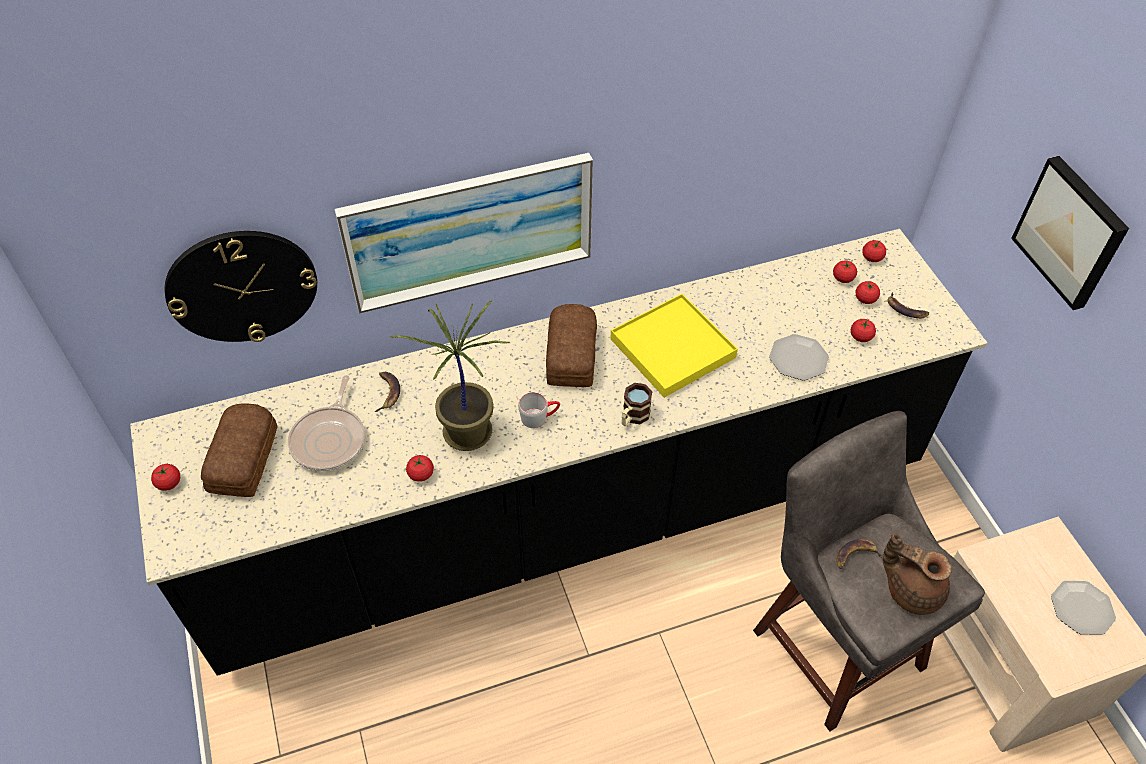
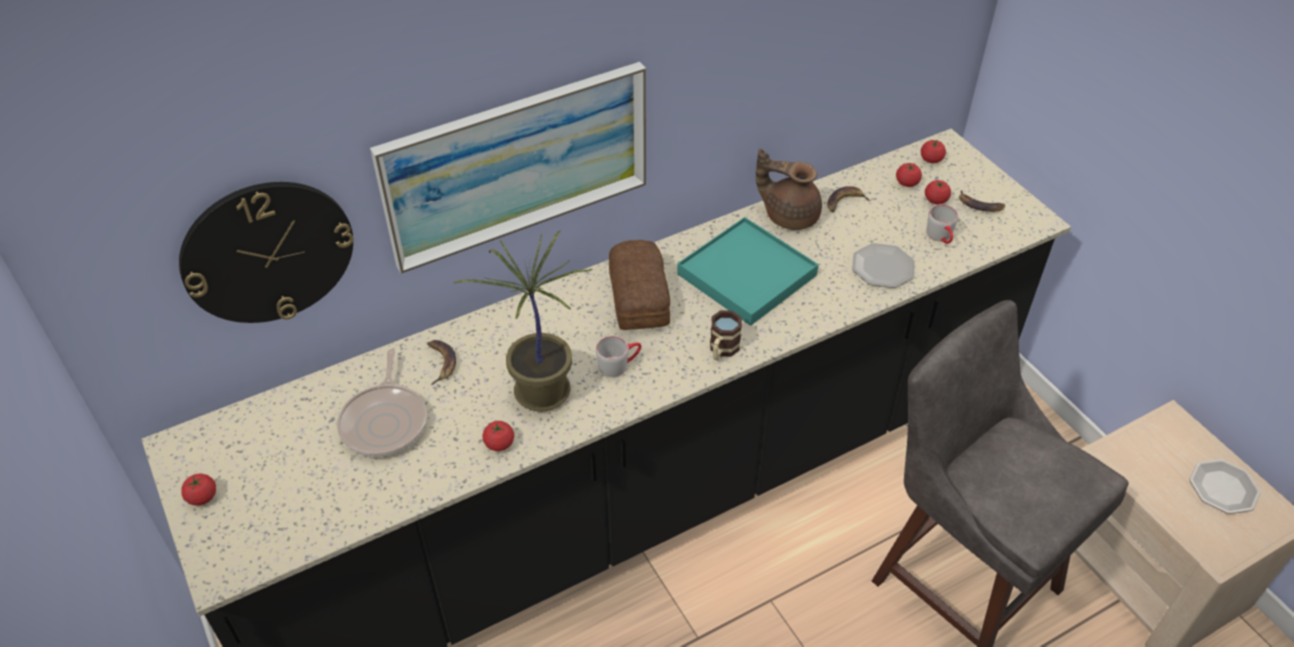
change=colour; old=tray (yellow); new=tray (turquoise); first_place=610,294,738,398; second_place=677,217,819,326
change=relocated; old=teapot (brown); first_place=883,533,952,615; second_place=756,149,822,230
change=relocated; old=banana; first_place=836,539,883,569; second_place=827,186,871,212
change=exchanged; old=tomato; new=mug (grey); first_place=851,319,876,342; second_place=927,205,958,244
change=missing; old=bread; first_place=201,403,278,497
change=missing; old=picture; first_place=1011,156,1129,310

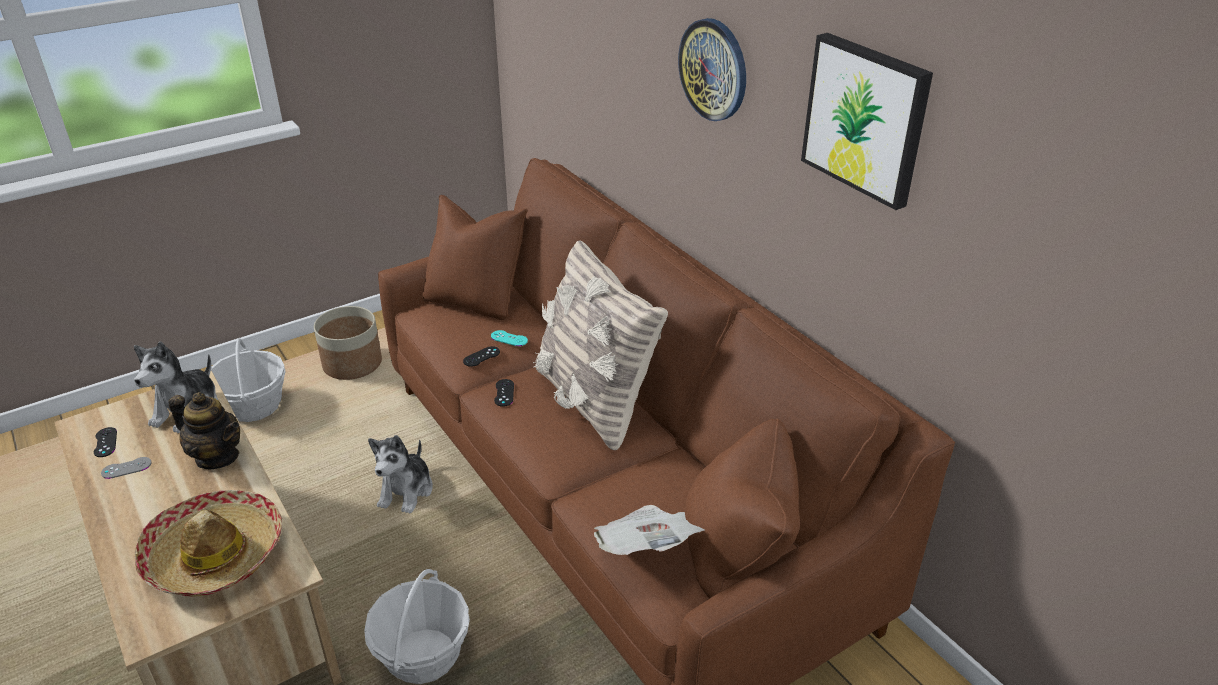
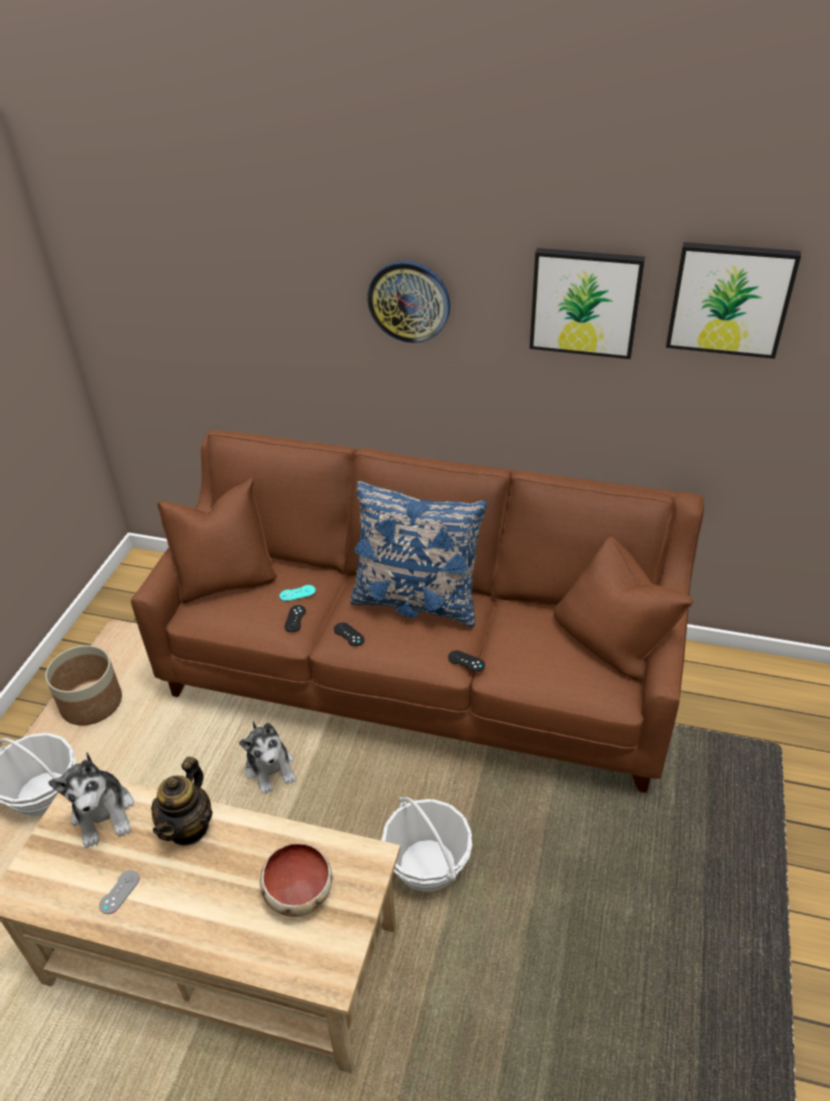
change=spun; old=teapot; first_place=168,392,240,469; second_place=151,757,213,846; degrees=120
change=exchanged; old=hat; new=bowl; first_place=135,490,282,597; second_place=260,843,333,917
change=colour; old=pillow (beige); new=pillow (blue); first_place=533,240,668,450; second_place=350,481,487,627
change=relocated; old=game controller (black); first_place=94,427,117,457; second_place=448,651,485,672
change=appeared; new=picture; second_place=666,242,801,359
change=missing; old=newspaper; first_place=594,505,705,555

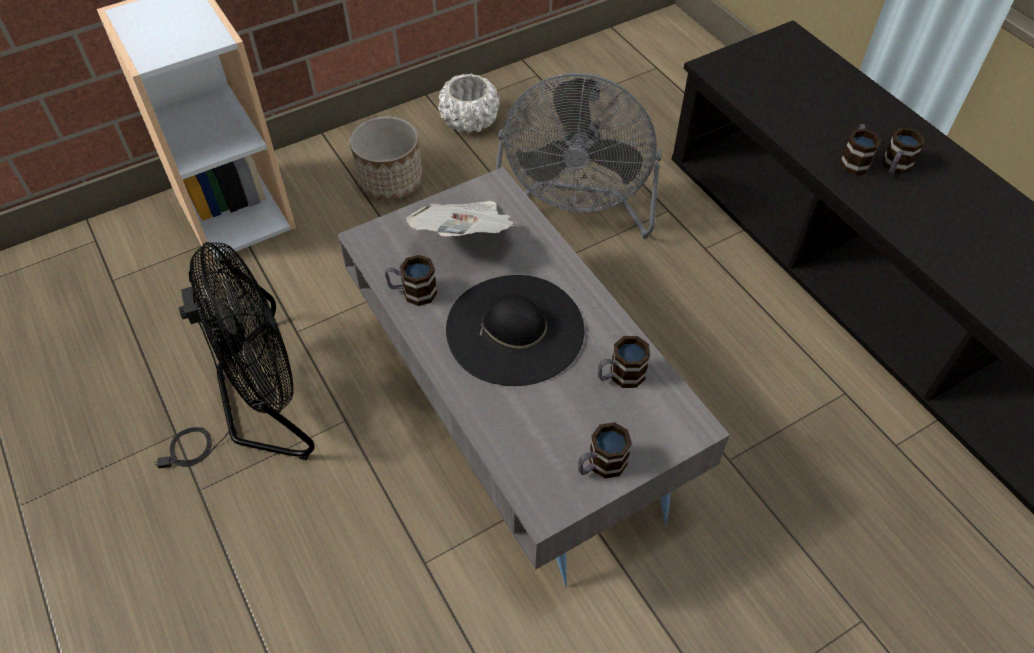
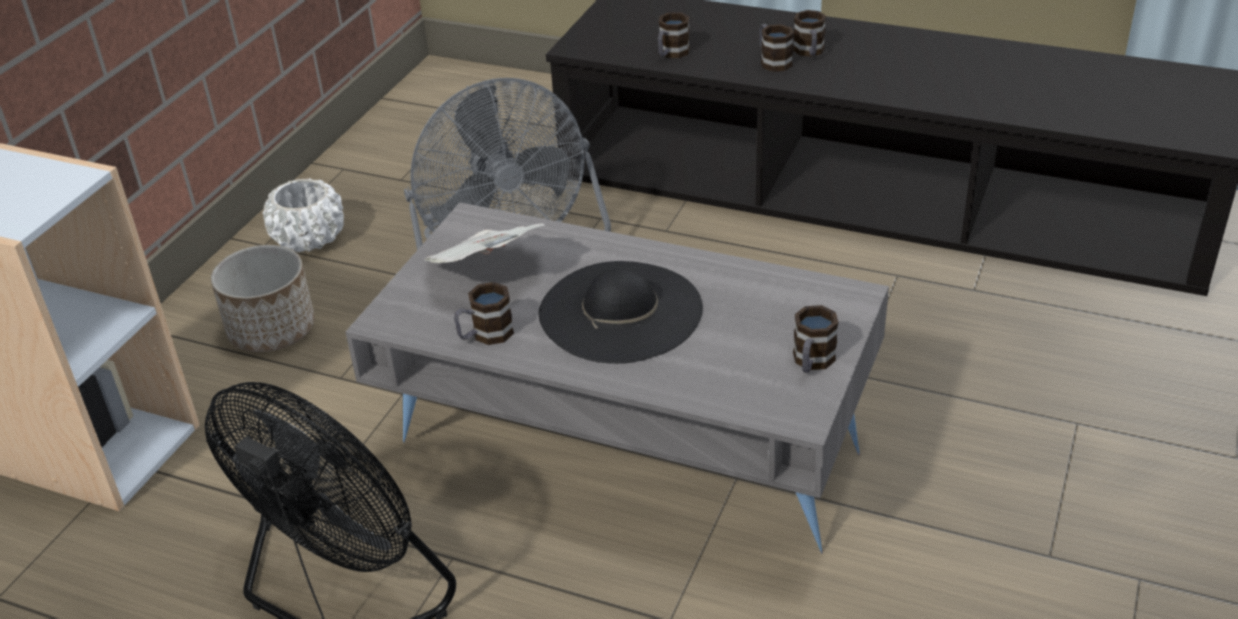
change=relocated; old=mug; first_place=598,336,650,388; second_place=658,12,690,58

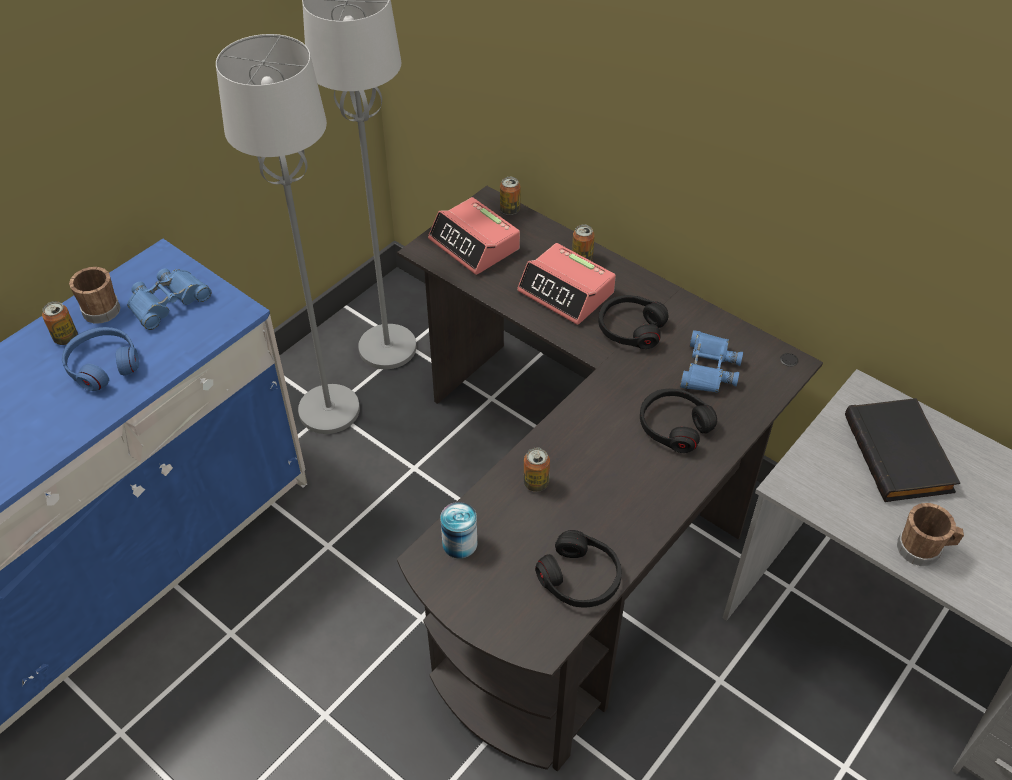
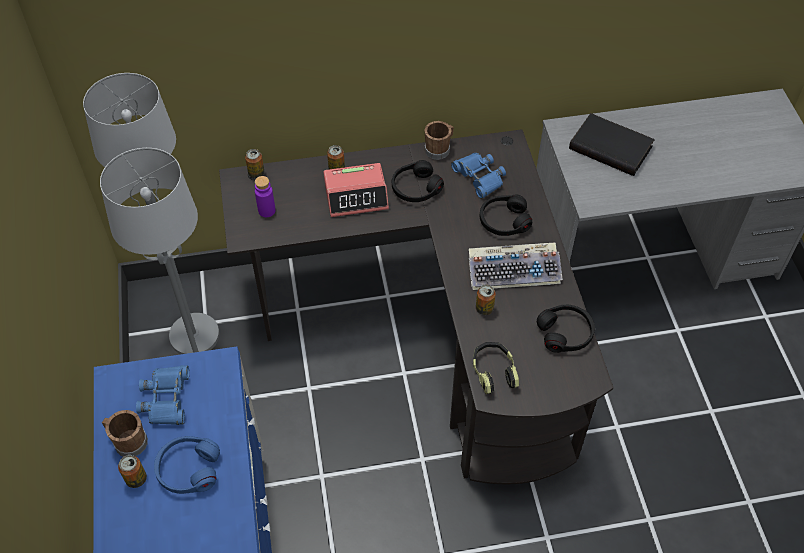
change=exchanged; old=alarm clock; new=bottle (purple); first_place=428,197,520,275; second_place=255,176,275,217
change=relocated; old=mug (brown); first_place=897,503,964,566; second_place=424,121,454,160
change=appeared; new=keyboard; second_place=469,243,563,290
change=exchanged; old=can; new=headphones; first_place=440,502,477,559; second_place=473,342,519,394

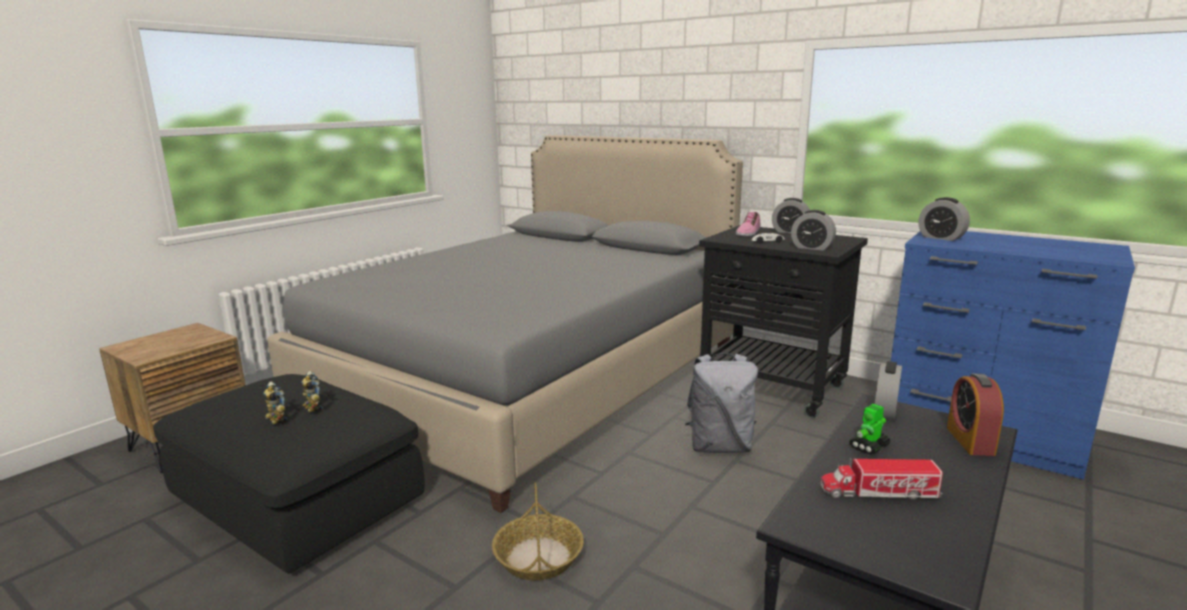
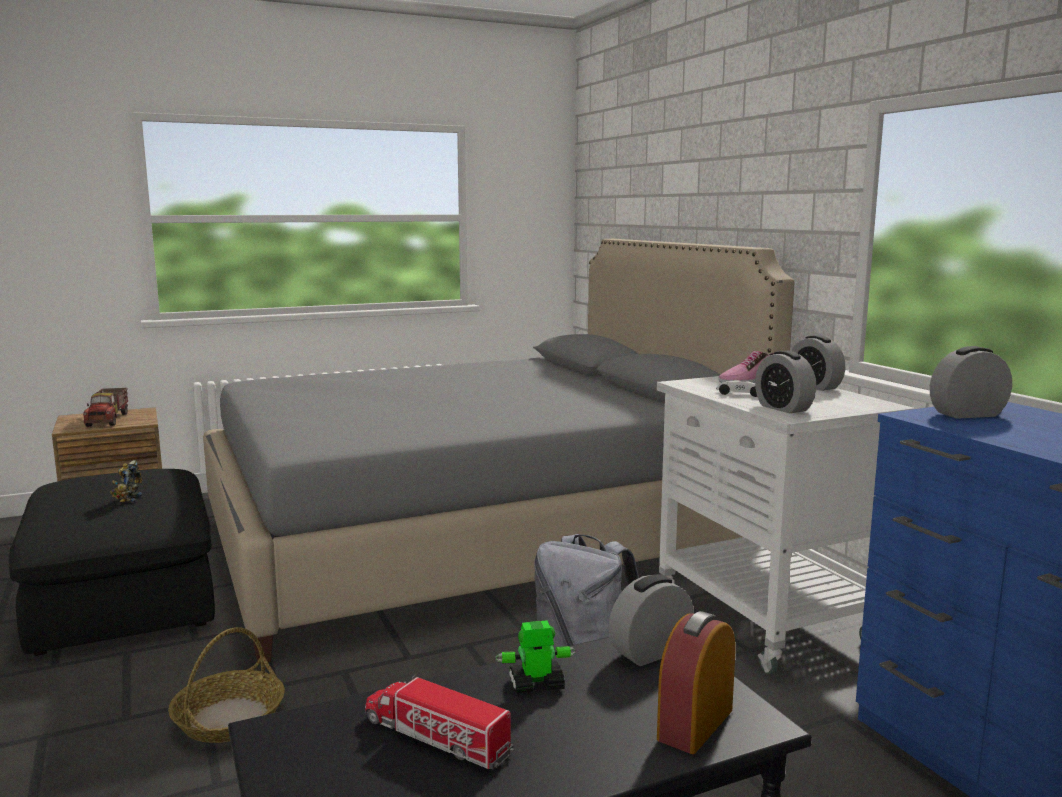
change=appeared; new=toy truck; second_place=83,388,128,427
change=colour; old=cart (black); new=cart (white); first_place=699,225,868,418; second_place=657,376,916,674
change=spun; old=alarm clock; first_place=918,197,970,241; second_place=930,346,1012,419; degrees=90
change=missing; old=toy robot; first_place=263,381,288,424

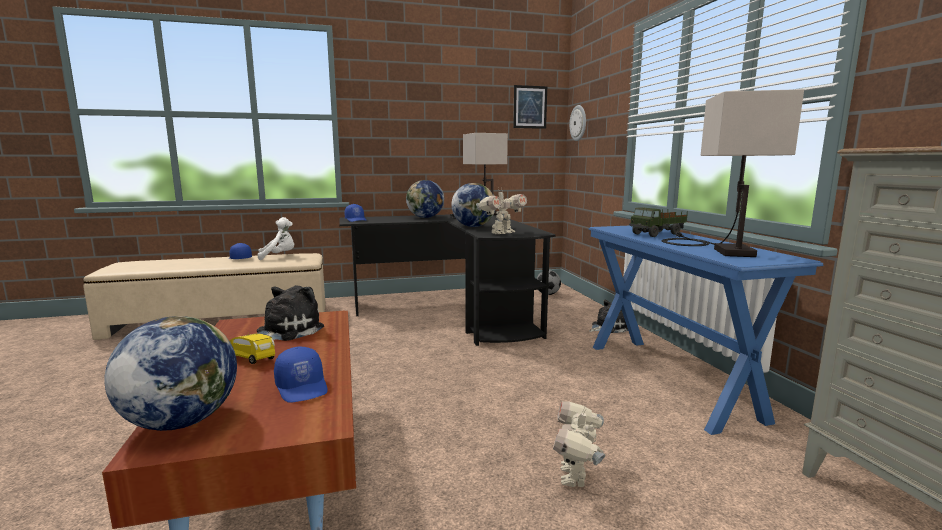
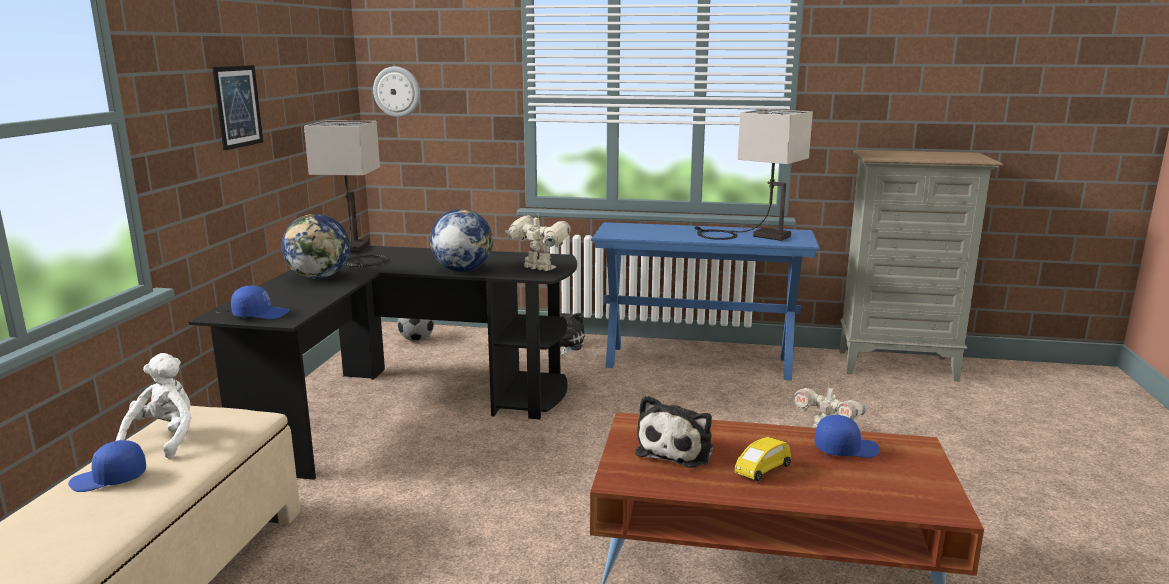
change=relocated; old=picture; first_place=513,85,547,129; second_place=212,65,263,150
change=spun; old=toy robot; first_place=476,187,527,234; second_place=505,214,571,271; degrees=-45
change=spun; old=plush toy; first_place=257,285,324,341; second_place=635,395,713,468; degrees=-120
change=missing; old=globe; first_place=104,316,237,431
change=missing; old=toy truck; first_place=629,207,688,237

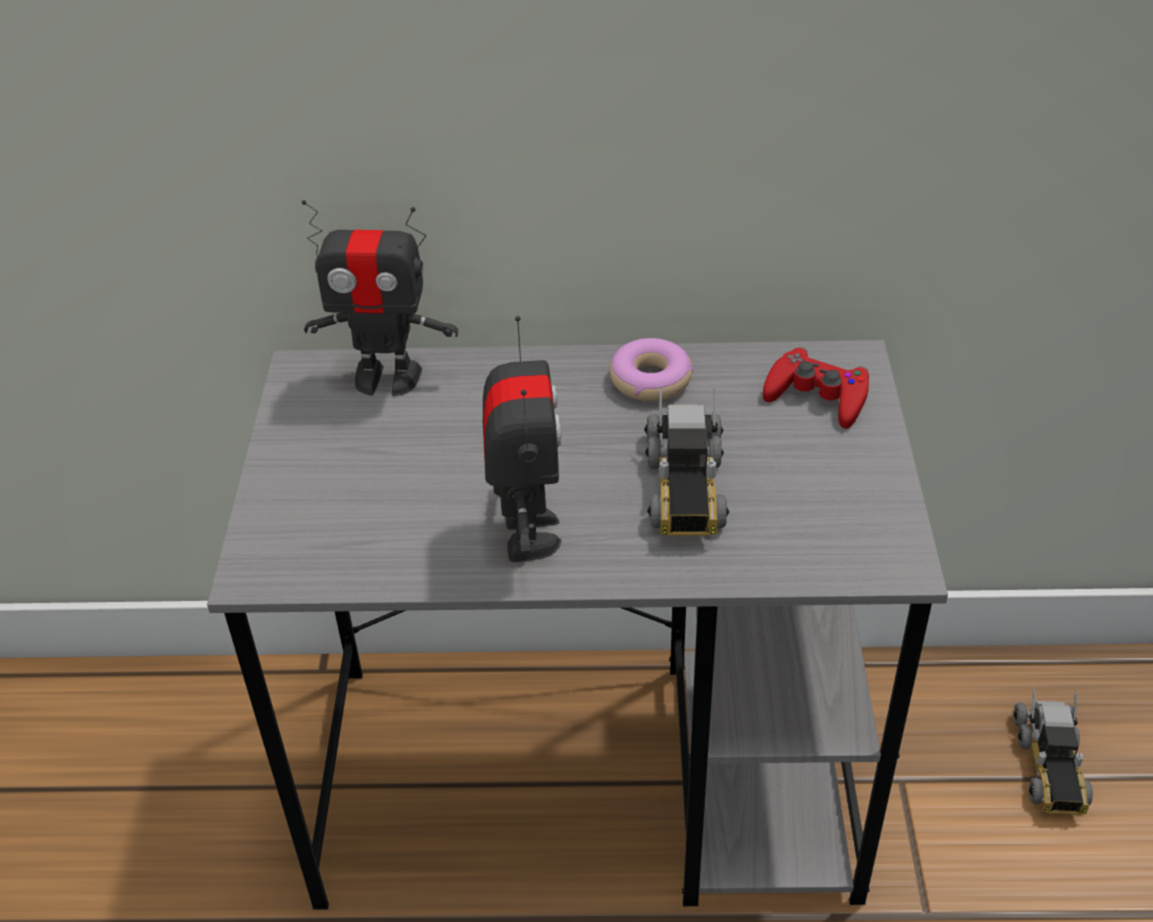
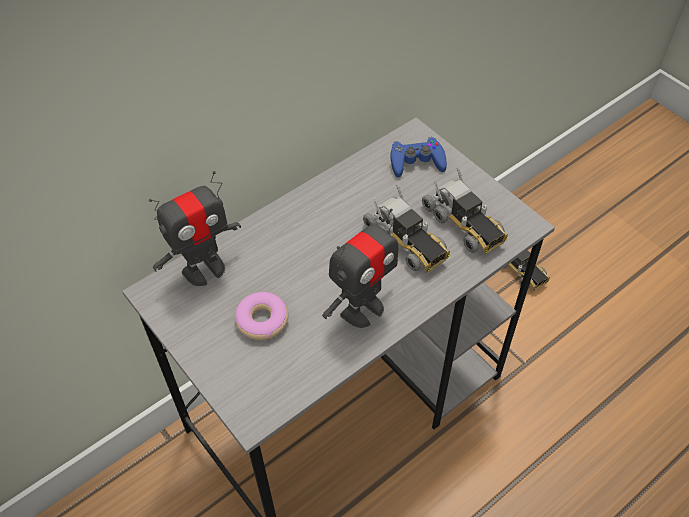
change=relocated; old=donut; first_place=609,338,693,401; second_place=235,292,288,340
change=spun; old=toy robot; first_place=483,316,561,562; second_place=322,208,398,328; degrees=90
change=colour; old=game controller (red); new=game controller (blue); first_place=763,347,869,429; second_place=390,137,447,178
change=appeared; new=toy truck; second_place=422,167,508,254

